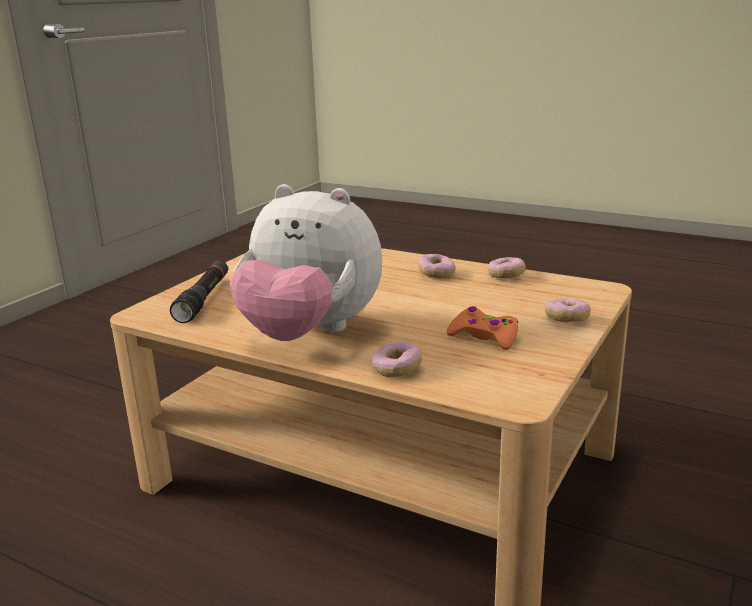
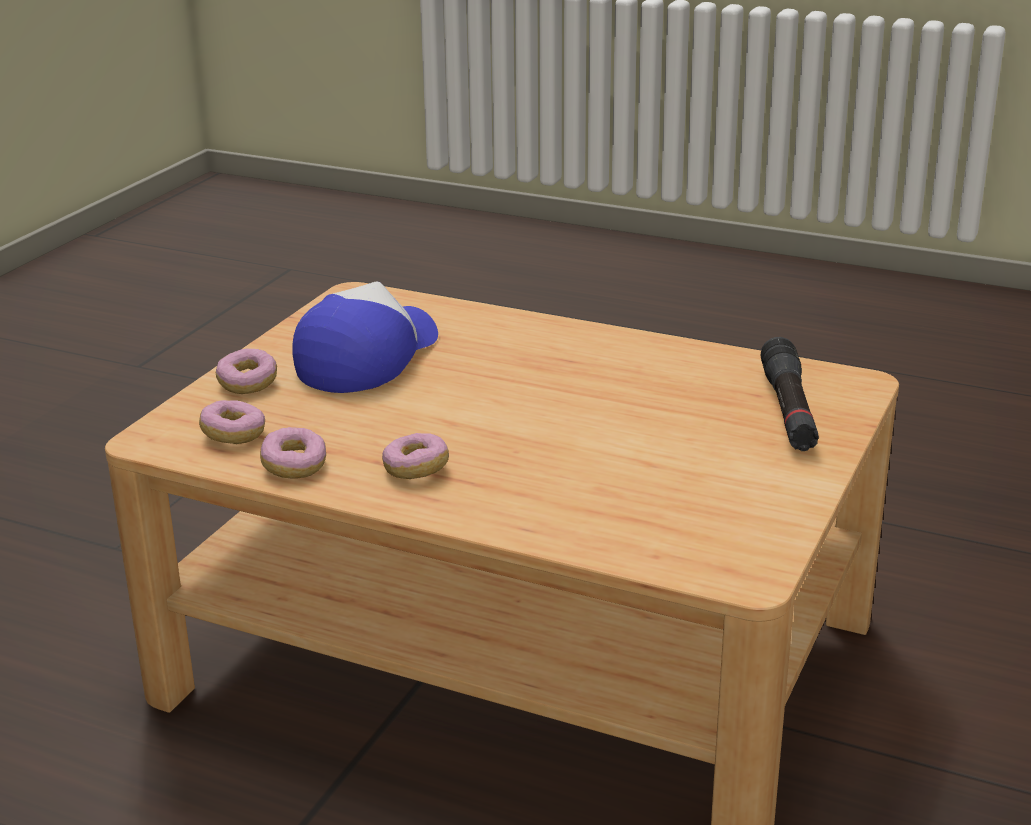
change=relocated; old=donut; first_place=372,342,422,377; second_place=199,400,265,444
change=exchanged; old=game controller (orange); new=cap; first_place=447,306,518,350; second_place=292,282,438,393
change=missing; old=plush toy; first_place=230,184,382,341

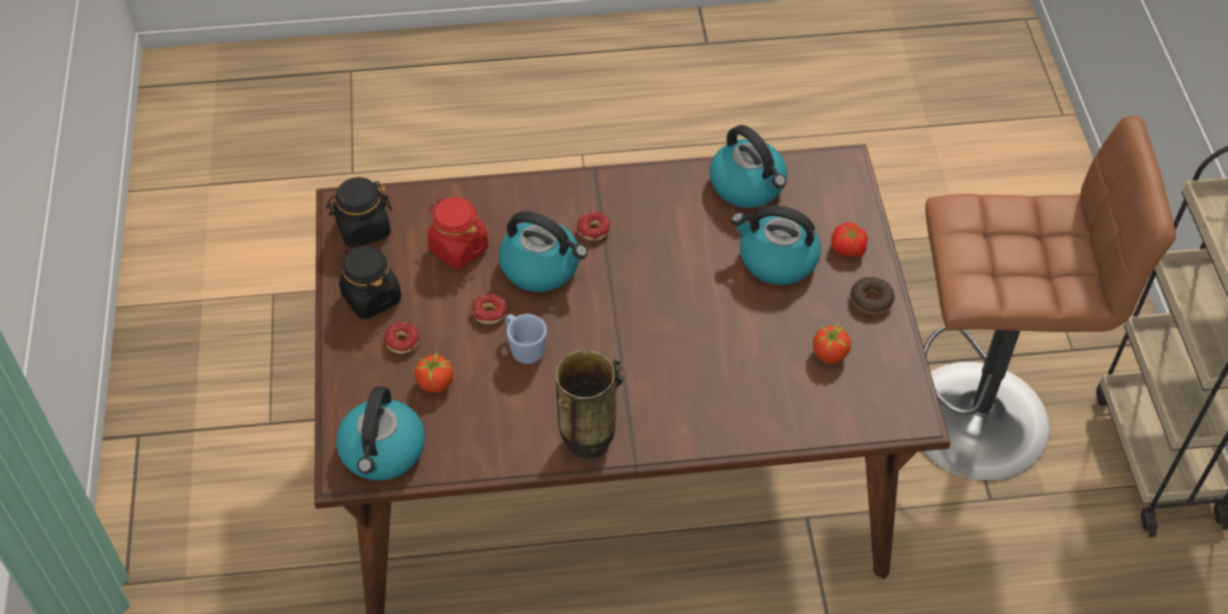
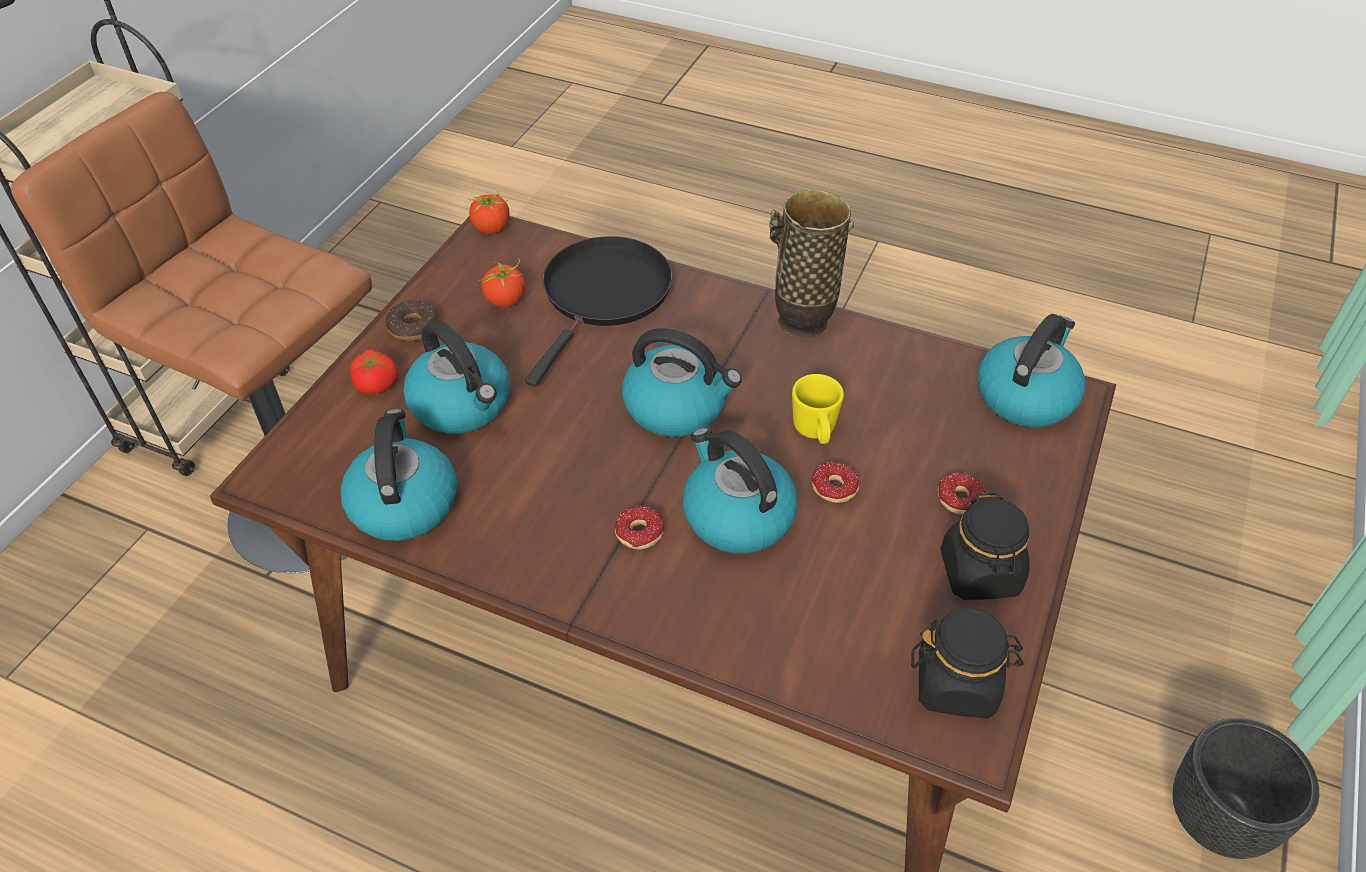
change=relocated; old=tomato; first_place=413,350,454,393; second_place=469,191,509,234
change=appeared; new=frying pan (black); second_place=525,236,672,387
change=appeared; new=kettle; second_place=622,328,742,437
change=colour; old=mug (blue); new=mug (yellow); first_place=505,314,547,364; second_place=792,374,844,444
change=appeared; new=planter (black); second_place=1173,718,1319,859
change=missing; old=jar (red); first_place=427,197,488,269

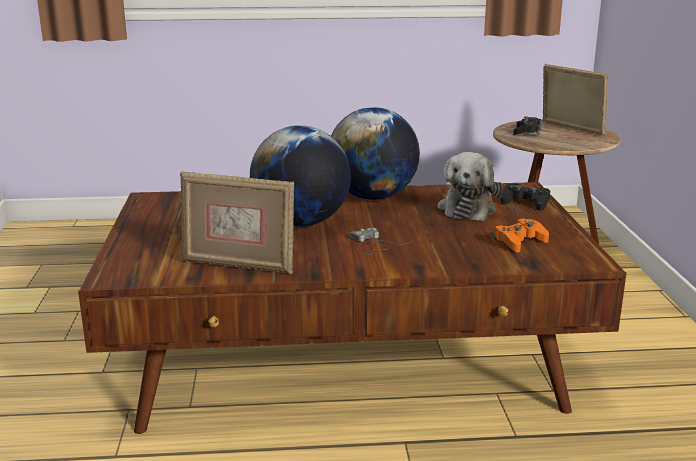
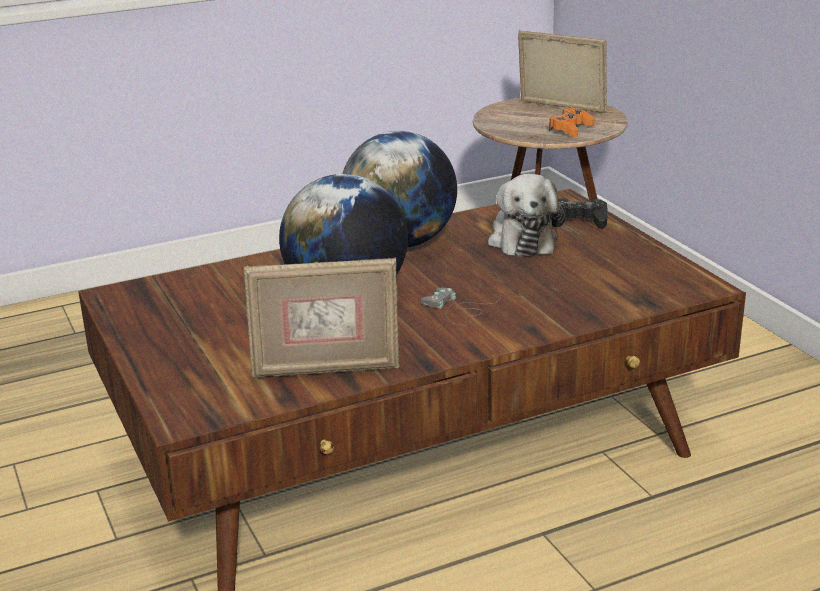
change=relocated; old=game controller (orange); first_place=494,219,549,252; second_place=549,108,594,137
change=missing; old=game controller (black); first_place=513,117,542,136

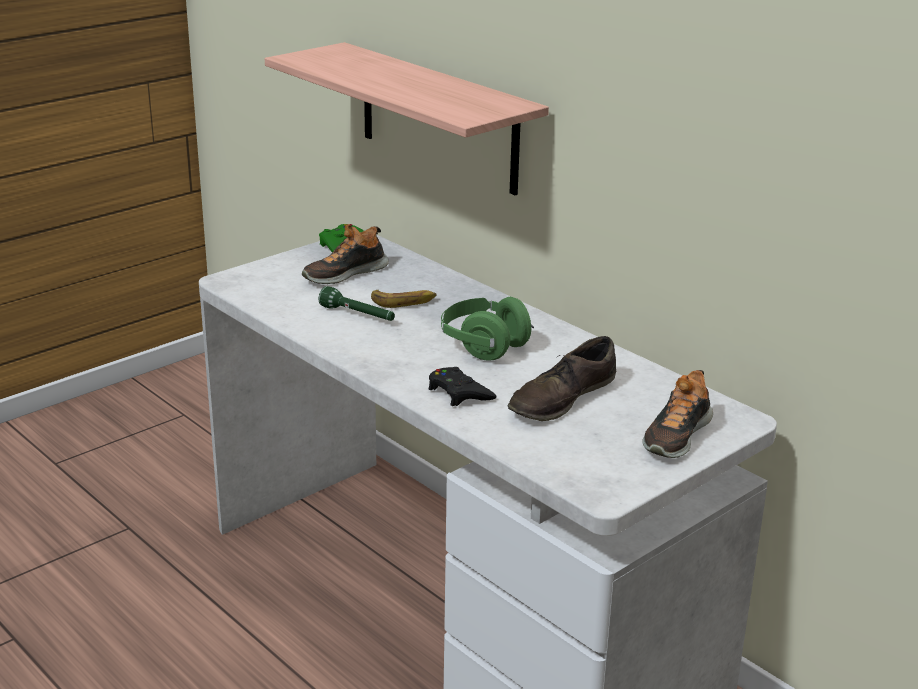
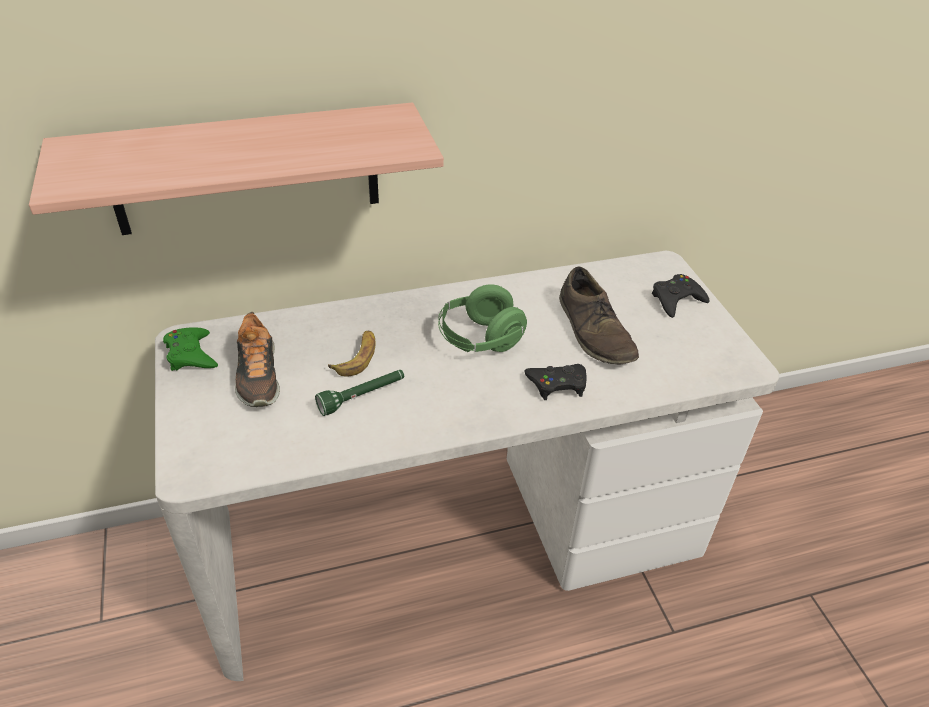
change=exchanged; old=shoe; new=game controller (black); first_place=643,370,713,458; second_place=652,274,709,318

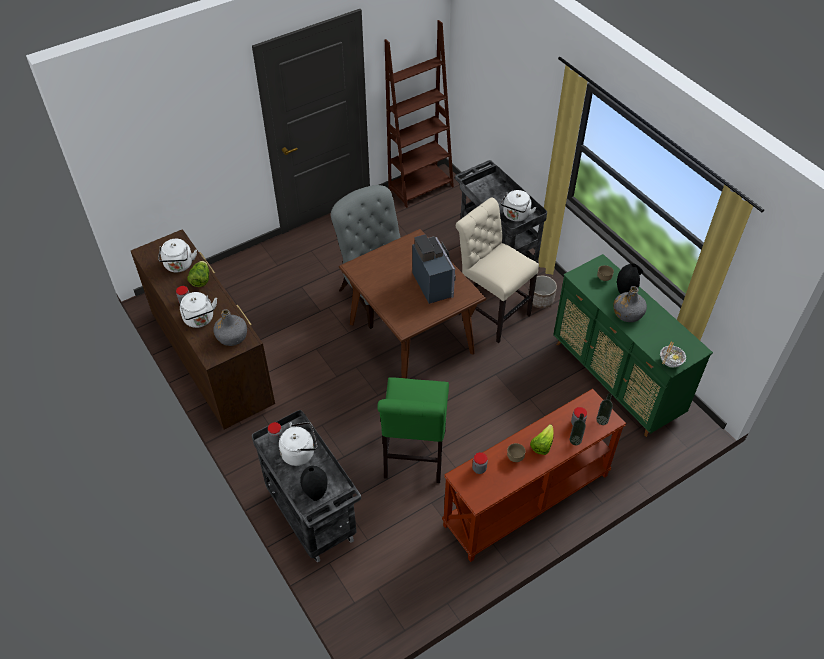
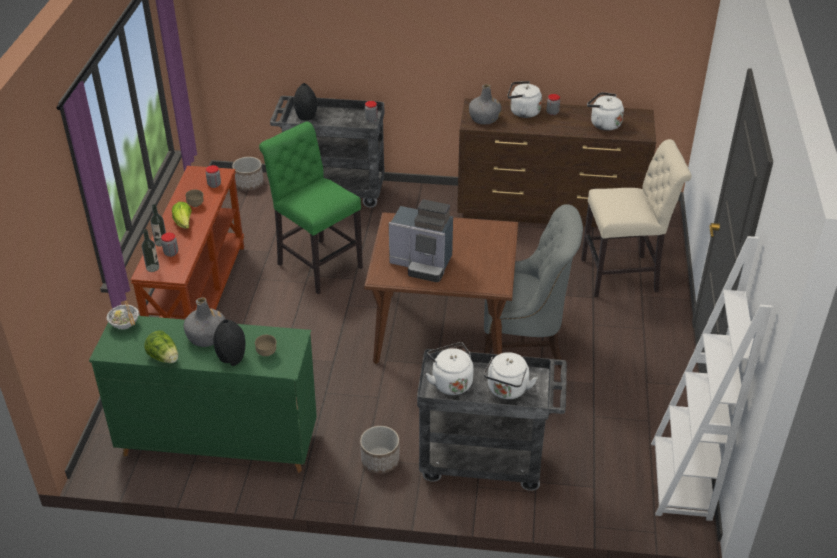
change=relocated; old=lettuce; first_place=187,261,209,287; second_place=144,330,178,363
change=appeared; new=planter; second_place=232,157,263,191
change=relocated; old=kettle (white); first_place=279,422,317,466; second_place=484,352,537,399
change=relocated; old=stool (beige); first_place=456,197,539,343; second_place=581,139,692,297
change=colour; old=bookcase (brown); new=bookcase (white); first_place=385,20,454,208; second_place=651,236,772,521

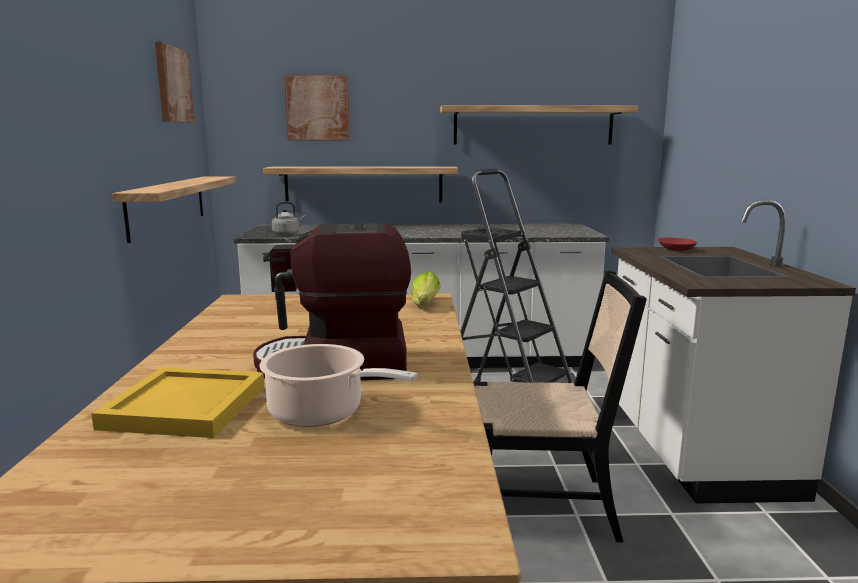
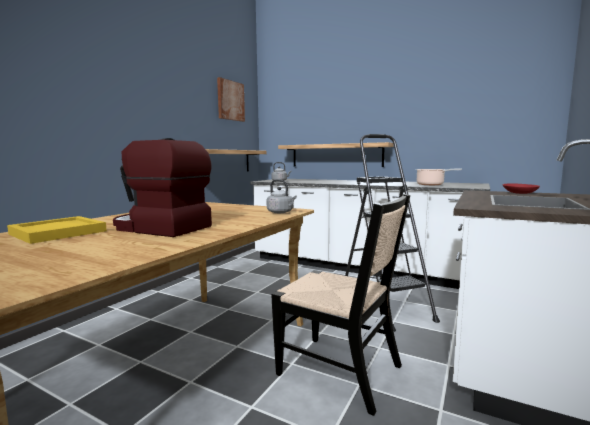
change=exchanged; old=lettuce; new=kettle (grey); first_place=411,271,441,306; second_place=267,179,297,213
change=relocated; old=cooking pot; first_place=259,344,417,427; second_place=416,169,462,185
change=missing; old=picture; first_place=284,75,350,140
change=missing; old=shelf; first_place=440,105,638,145

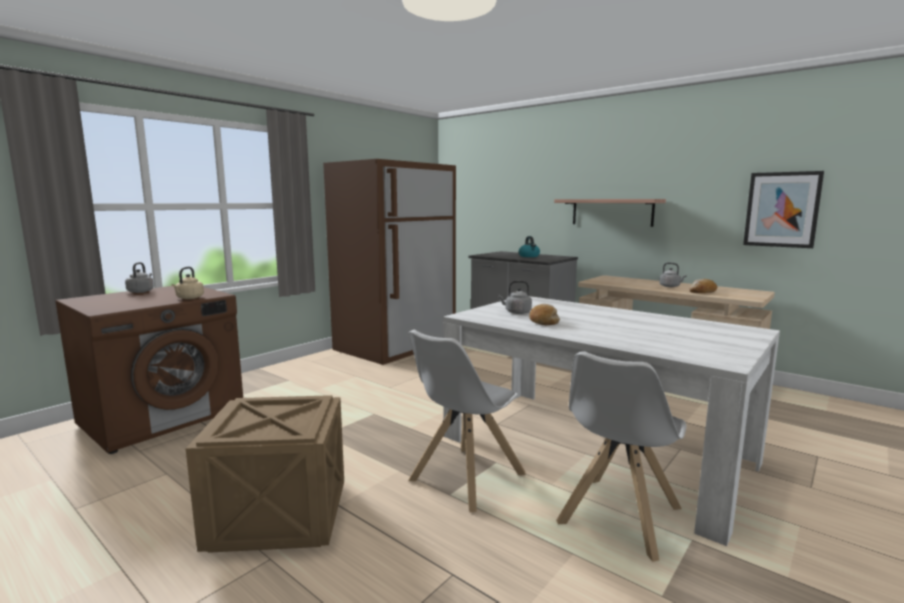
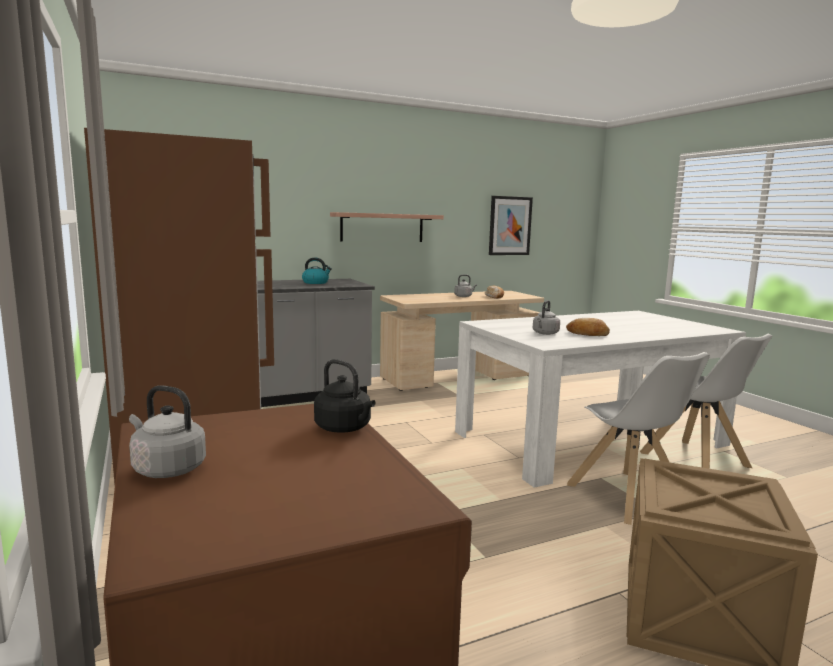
change=colour; old=kettle (beige); new=kettle (black); first_place=172,267,204,299; second_place=314,359,375,433

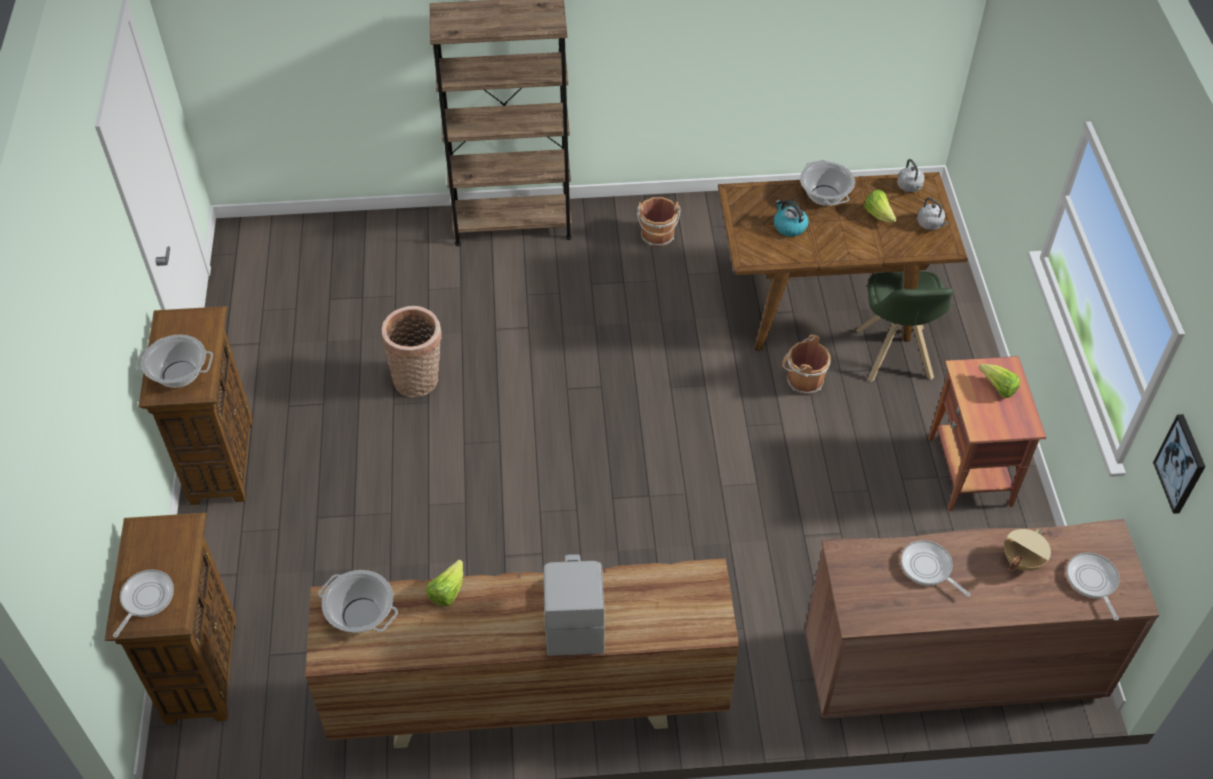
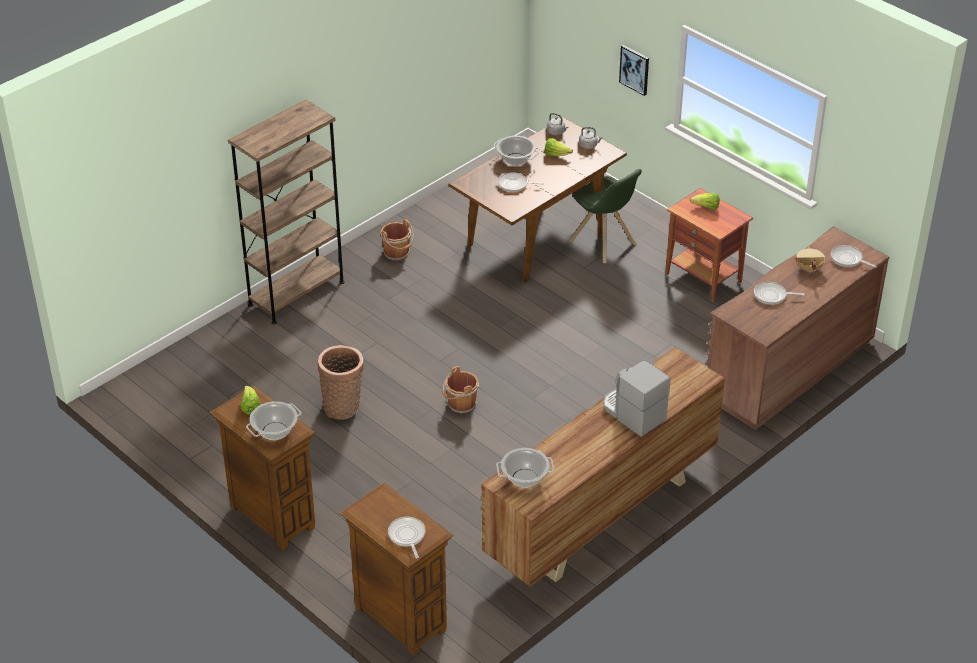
change=relocated; old=lettuce; first_place=426,559,463,606; second_place=240,386,260,415
change=relocated; old=bucket (brown); first_place=782,335,831,395; second_place=442,366,480,414
change=exchanged; old=kettle; new=frying pan; first_place=774,200,809,237; second_place=498,172,544,192
change=relocated; old=picture; first_place=1153,414,1206,514; second_place=619,45,649,96

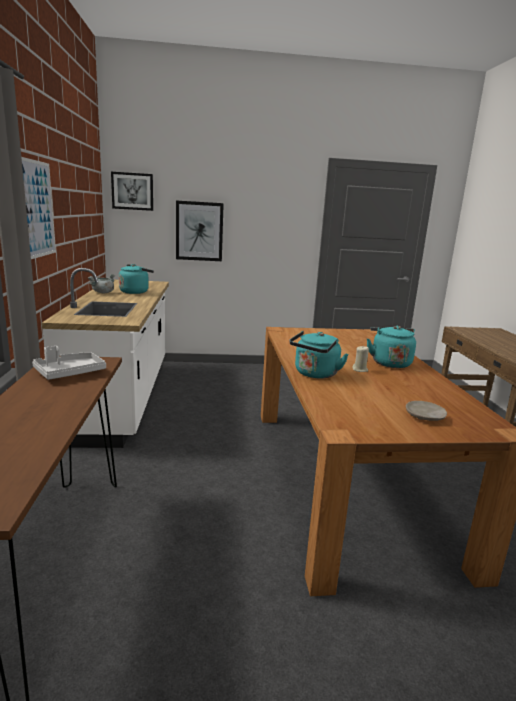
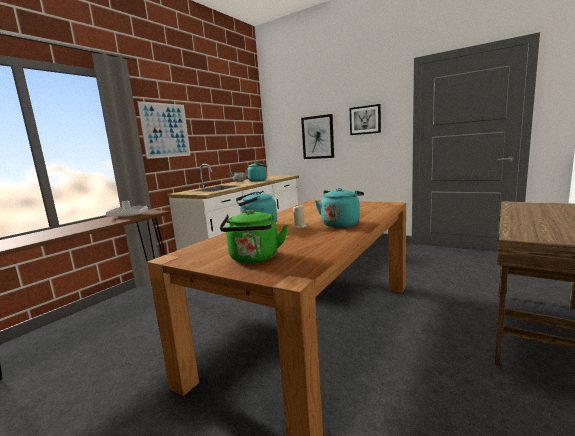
change=exchanged; old=plate (beige); new=kettle (green); first_place=406,401,447,421; second_place=220,210,288,263
change=relocated; old=picture; first_place=111,172,153,211; second_place=350,104,381,135

